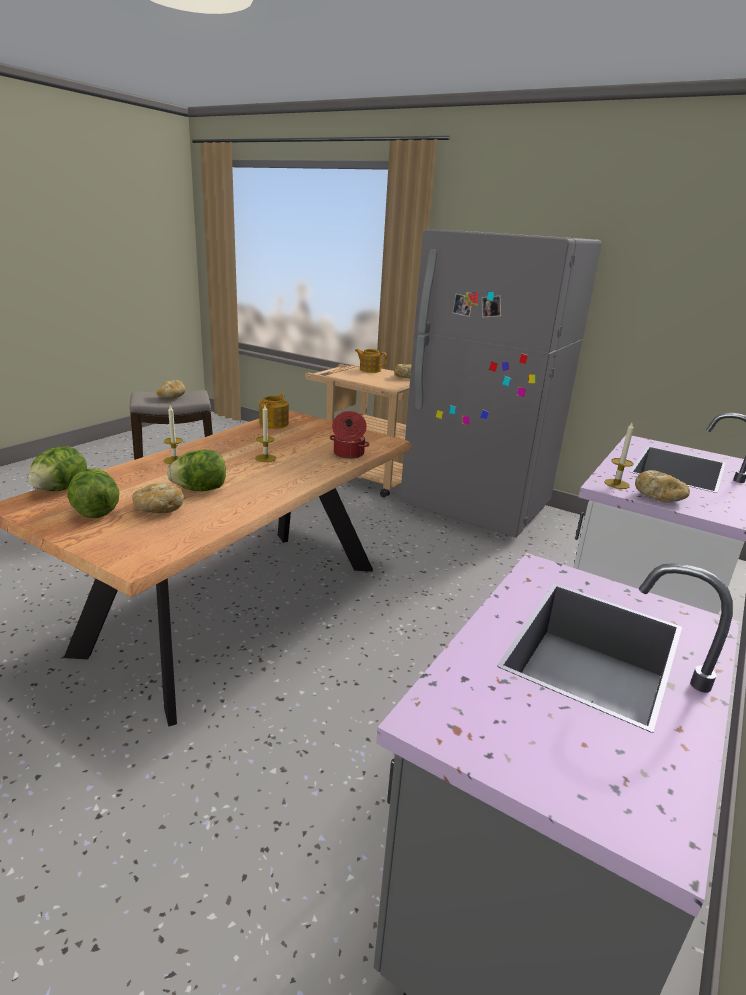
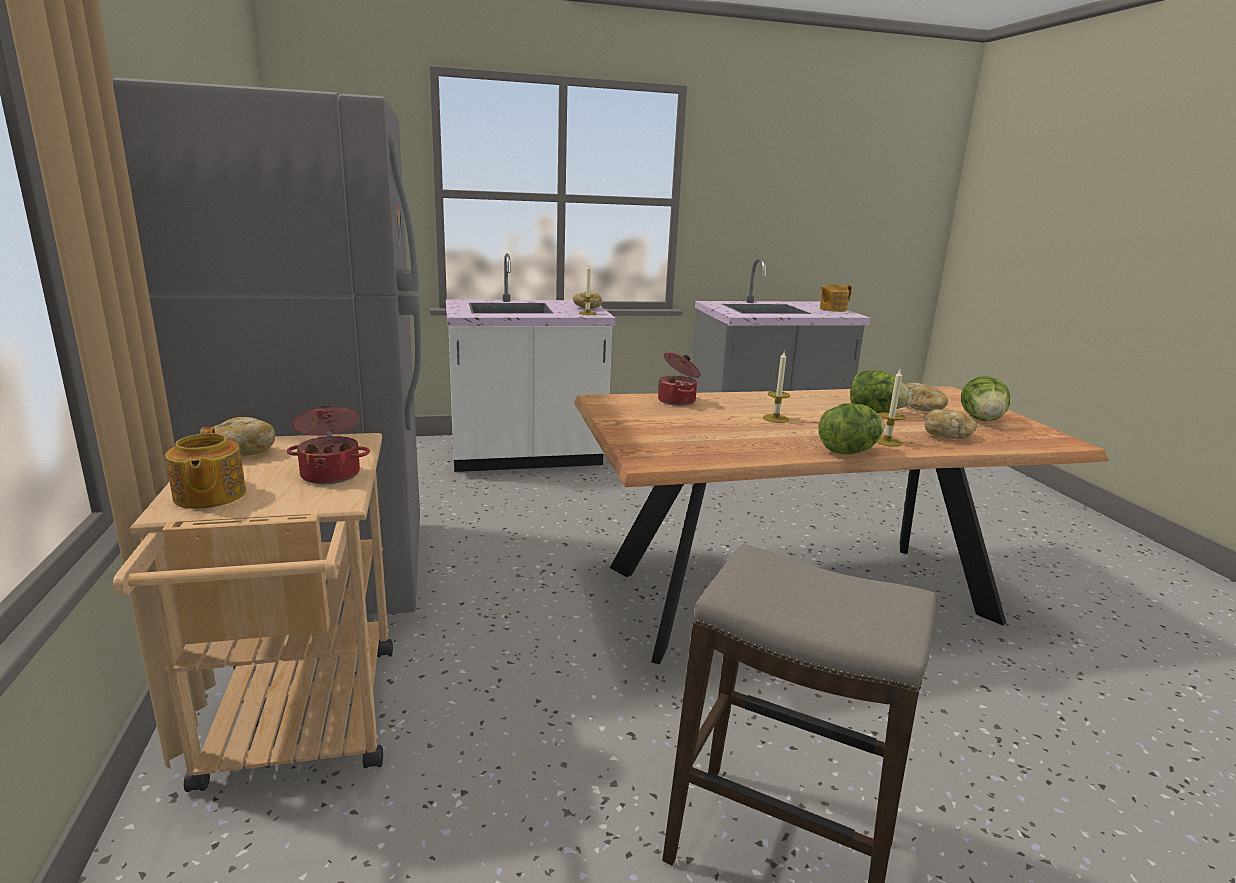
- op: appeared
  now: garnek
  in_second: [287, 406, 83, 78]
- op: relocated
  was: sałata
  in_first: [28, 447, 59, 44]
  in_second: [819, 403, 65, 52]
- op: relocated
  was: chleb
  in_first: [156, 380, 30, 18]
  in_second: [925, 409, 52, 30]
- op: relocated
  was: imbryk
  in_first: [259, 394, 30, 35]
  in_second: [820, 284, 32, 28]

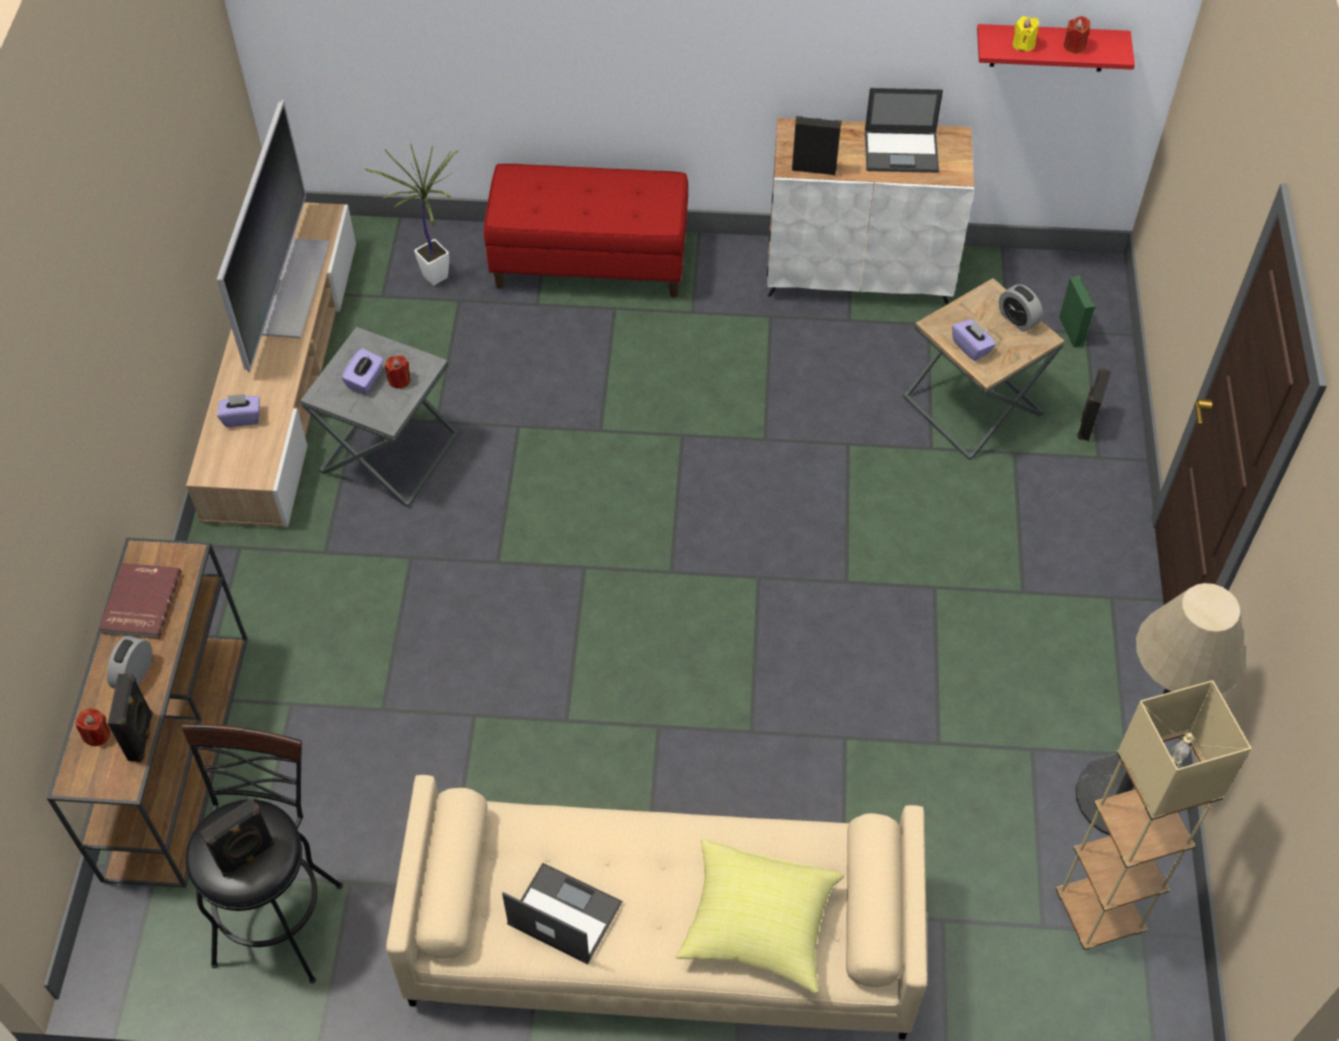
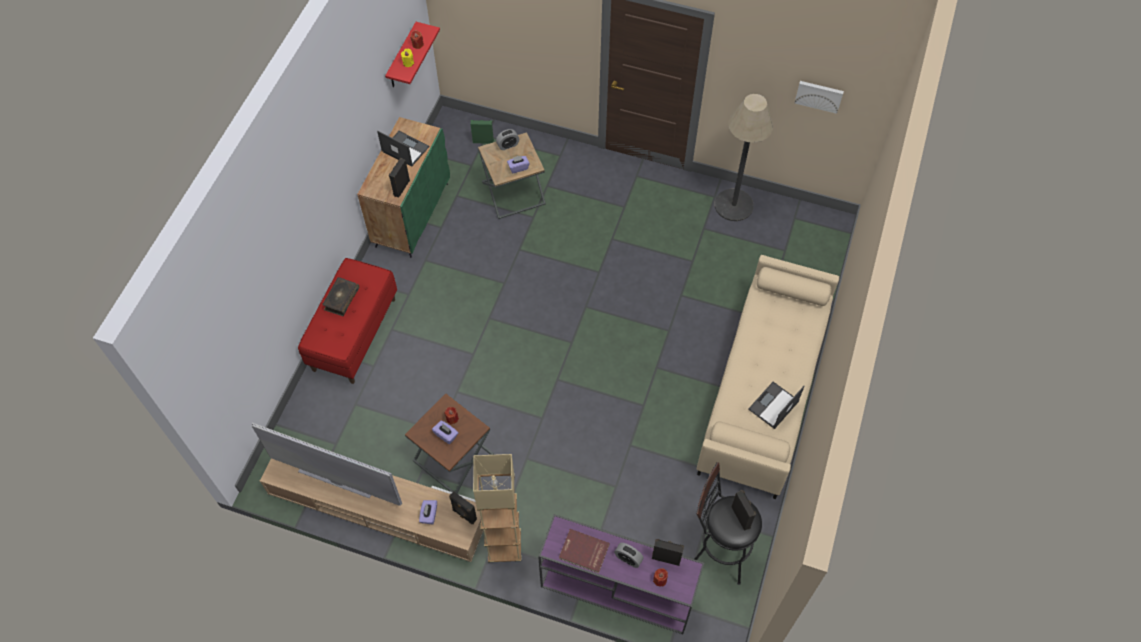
- op: missing
  was: roślina doniczkowa
  in_first: [364, 144, 95, 142]
- op: missing
  was: poduszka/żółty
  in_first: [676, 839, 168, 154]
- op: appeared
  now: książka
  in_second: [322, 277, 37, 39]
- op: appeared
  now: obraz
  in_second: [795, 81, 49, 33]
- op: relocated
  was: lampa stojąca/beżowy
  in_first: [1056, 680, 195, 270]
  in_second: [473, 454, 48, 108]
- op: relocated
  was: głośnik/czarny
  in_first: [1077, 368, 35, 73]
  in_second: [449, 491, 28, 33]
- op: colour
  was: stolik konsolowy/brązowy
  now: stolik konsolowy/fioletowy
  in_first: [47, 538, 201, 350]
  in_second: [538, 514, 166, 120]
- op: colour
  was: stolik/szary
  now: stolik/brązowy
  in_first: [300, 327, 159, 180]
  in_second: [405, 394, 89, 99]
- op: colour
  was: szafka/biały
  now: szafka/zielony
  in_first: [767, 118, 207, 187]
  in_second: [357, 117, 93, 141]
- op: spun
  was: laptop
  in_first: [865, 88, 78, 85]
  in_second: [377, 130, 52, 37]
  clockwise: -75

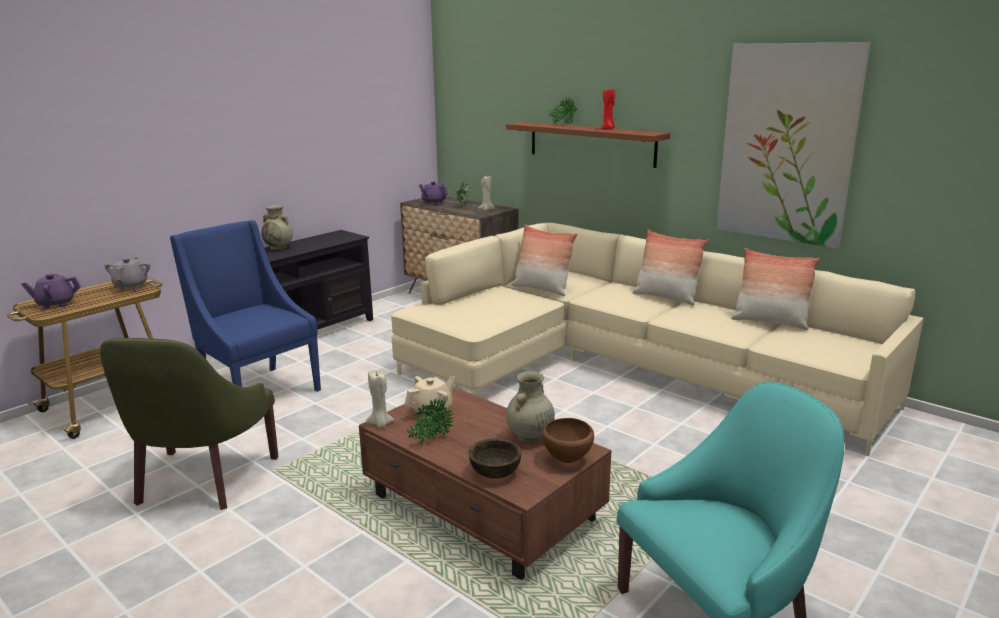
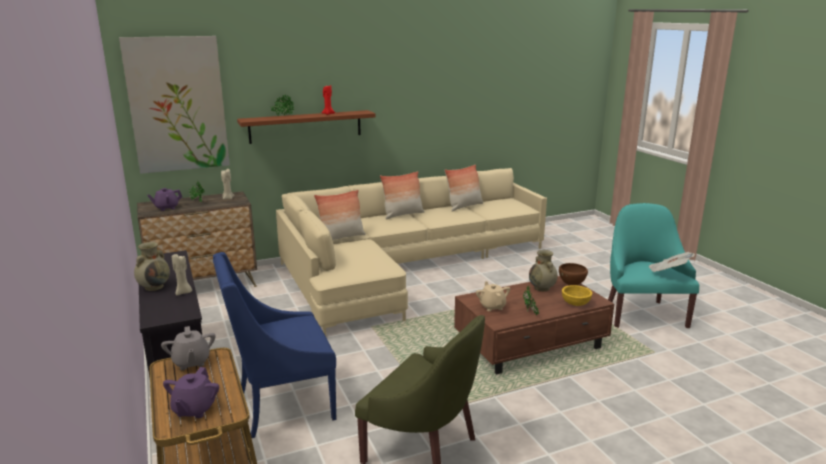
- op: appeared
  now: gazeta
  in_second: [649, 252, 46, 20]
- op: relocated
  was: świeca/beżowy
  in_first: [366, 370, 29, 58]
  in_second: [172, 254, 20, 41]
- op: relocated
  was: obraz
  in_first: [716, 42, 154, 207]
  in_second: [119, 36, 111, 138]
- op: colour
  was: miska/brązowy
  now: miska/żółty
  in_first: [468, 438, 54, 41]
  in_second: [562, 285, 30, 21]
- op: spun
  was: imbryk/szary
  in_first: [105, 257, 45, 33]
  in_second: [161, 326, 54, 44]
  clockwise: -135

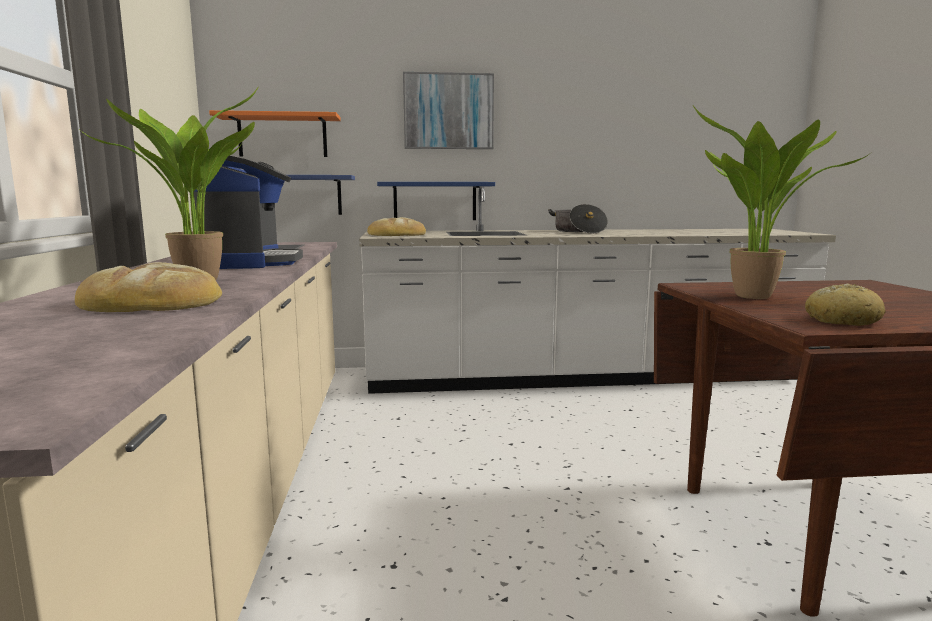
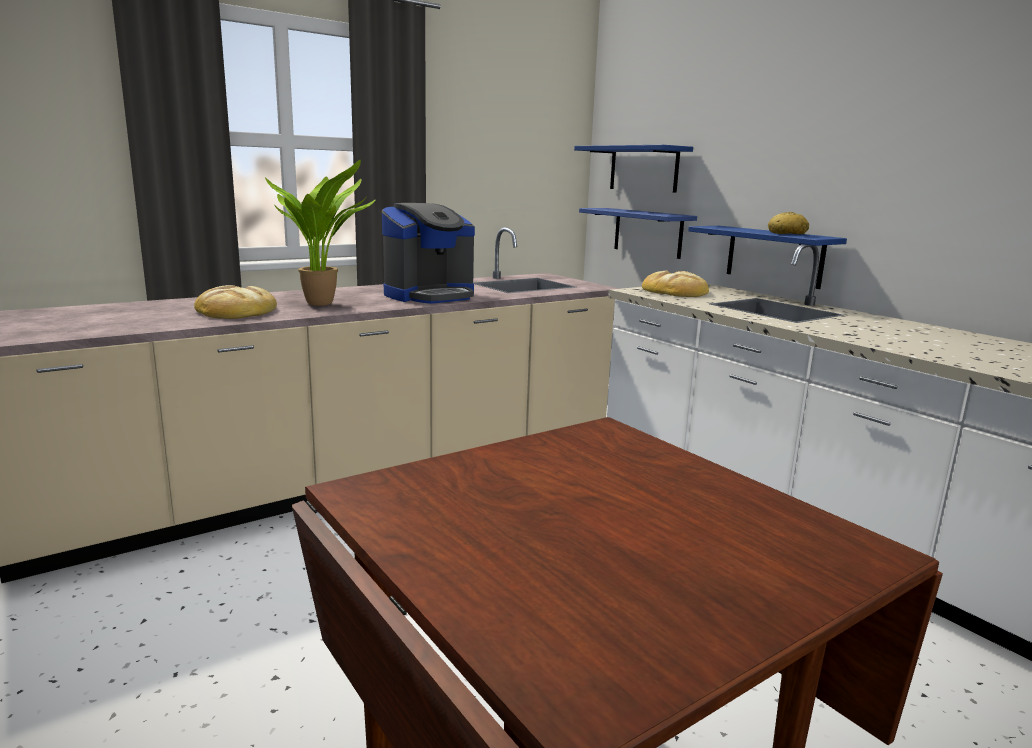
- op: missing
  was: obraz
  in_first: [403, 72, 91, 77]
- op: missing
  was: garnek
  in_first: [548, 204, 60, 29]
- op: missing
  was: roślina doniczkowa
  in_first: [693, 106, 176, 193]
- op: relocated
  was: chleb
  in_first: [805, 283, 81, 43]
  in_second: [768, 212, 41, 22]
- op: colour
  was: półka/pomarańczowy
  now: półka/niebieski
  in_first: [209, 110, 132, 47]
  in_second: [574, 145, 119, 48]

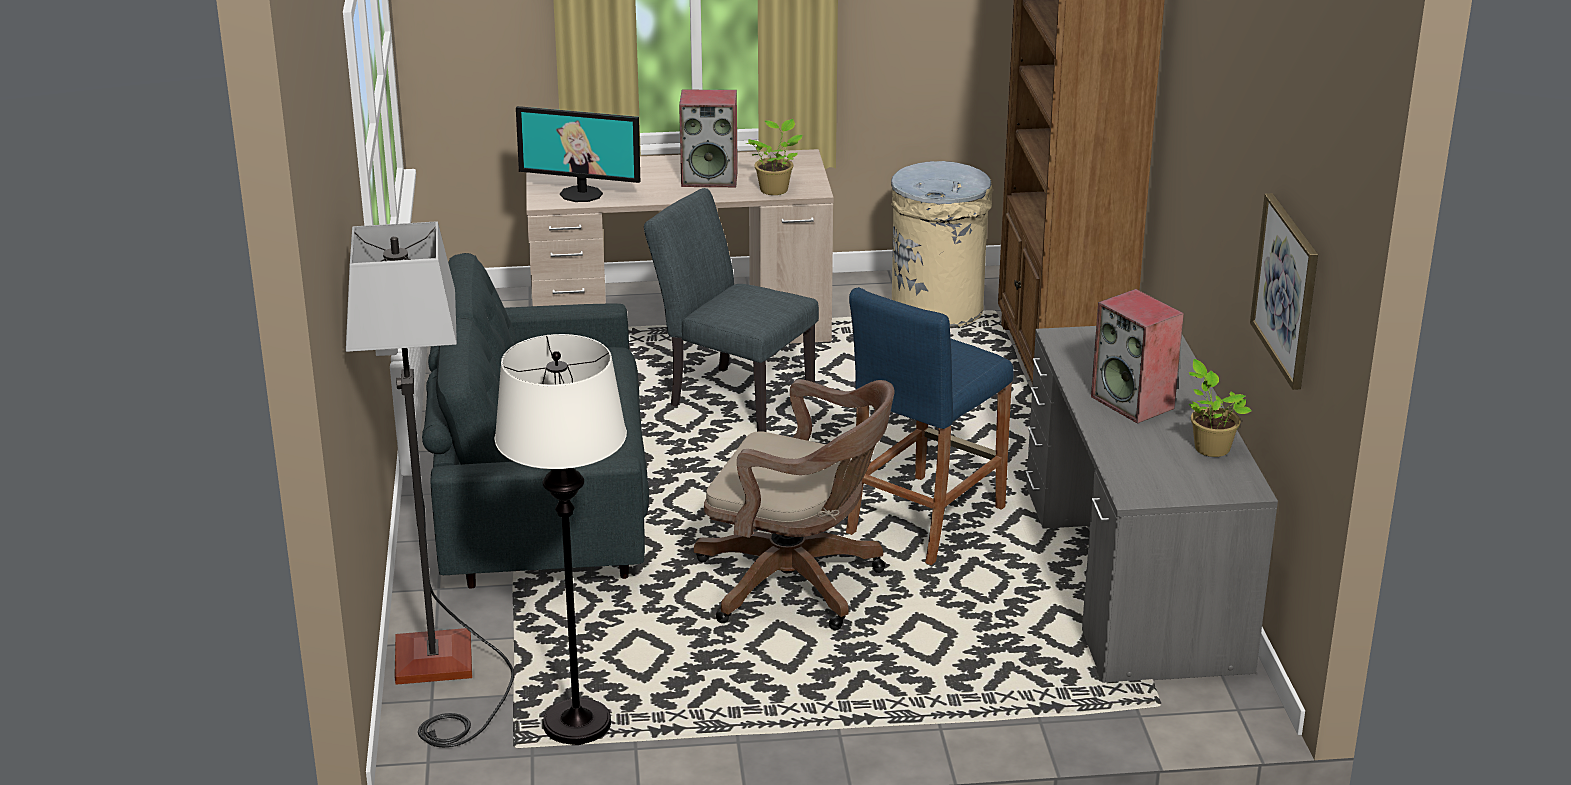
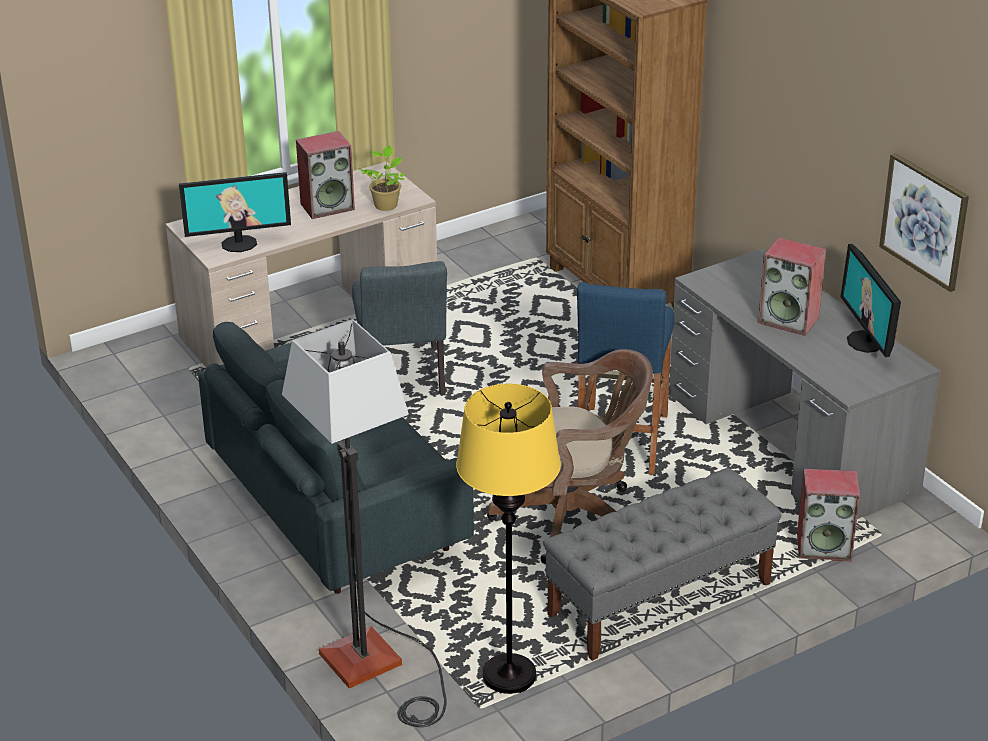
- op: missing
  was: kosz na śmieci/beżowy
  in_first: [891, 161, 102, 167]
- op: appeared
  now: ławka/szary
  in_second: [543, 468, 239, 193]
- op: appeared
  now: głośnik
  in_second: [797, 469, 63, 92]
- op: exchanged
  was: roślina doniczkowa
  now: monitor
  in_first: [1188, 359, 64, 98]
  in_second: [841, 244, 60, 113]
- op: colour
  was: lampa stojąca/biały
  now: lampa stojąca/żółty
  in_first: [494, 334, 133, 411]
  in_second: [456, 384, 105, 310]
- op: spun
  was: krzesło/szary
  in_first: [644, 188, 175, 244]
  in_second: [352, 261, 95, 135]
  clockwise: -105

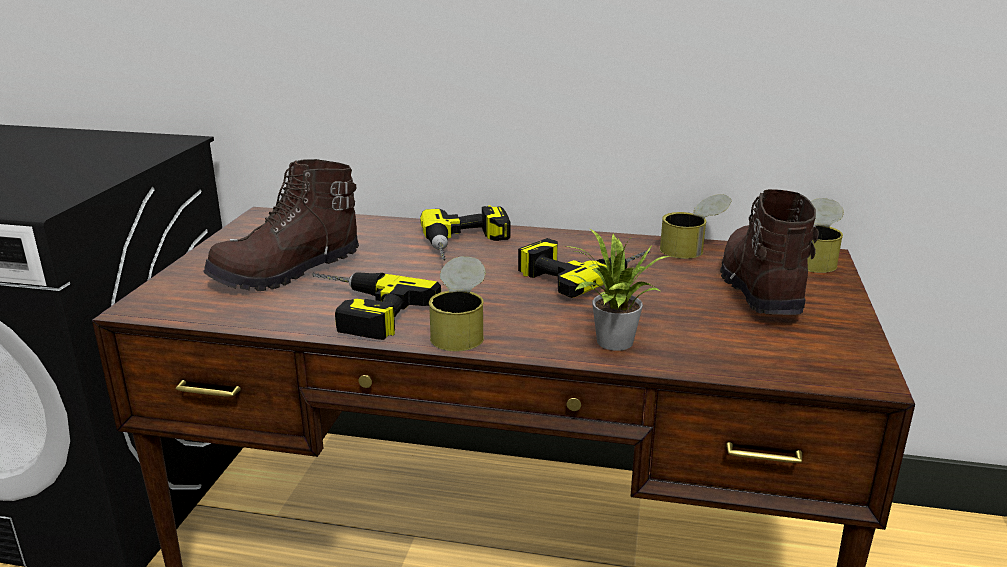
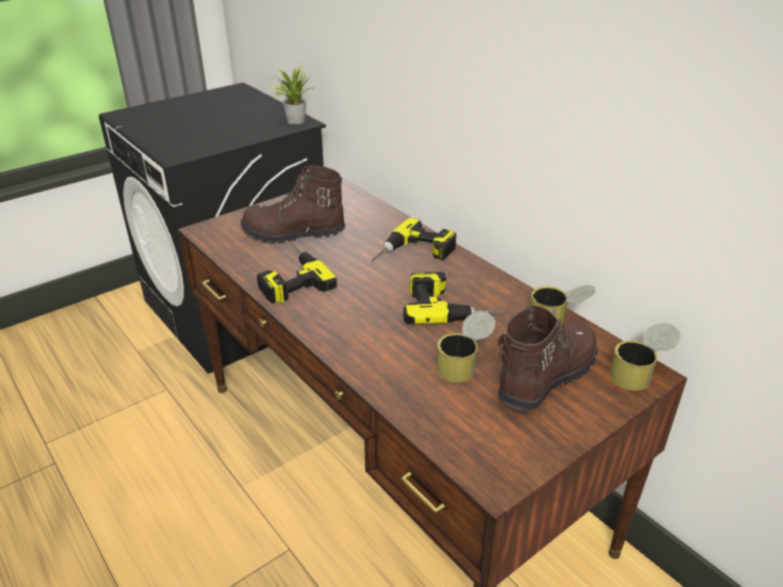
- op: relocated
  was: puszka
  in_first: [429, 256, 57, 95]
  in_second: [436, 311, 60, 71]
- op: relocated
  was: roślina doniczkowa
  in_first: [565, 228, 105, 123]
  in_second: [267, 65, 48, 60]

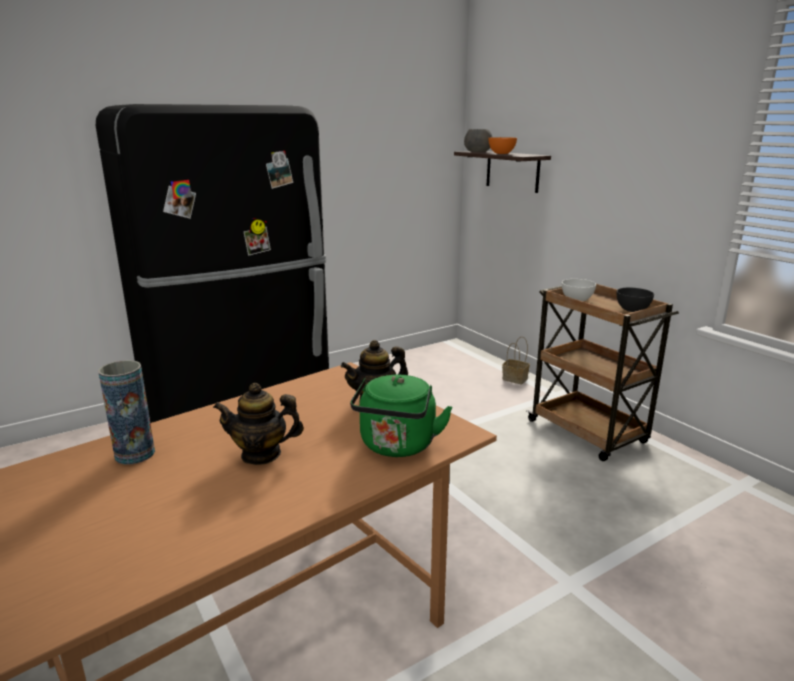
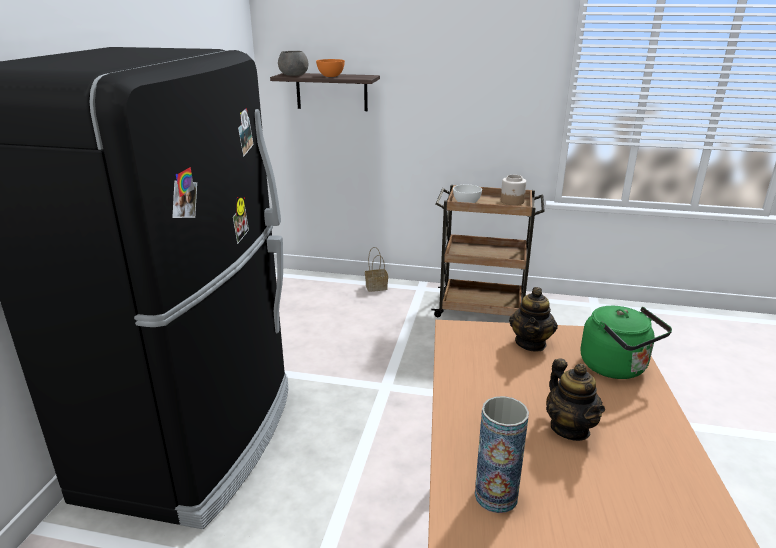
- op: exchanged
  was: miska/szary
  now: słoik
  in_first: [617, 288, 37, 24]
  in_second: [501, 175, 25, 30]
- op: spun
  was: imbryk
  in_first: [213, 383, 91, 82]
  in_second: [546, 358, 59, 83]
  clockwise: -60

